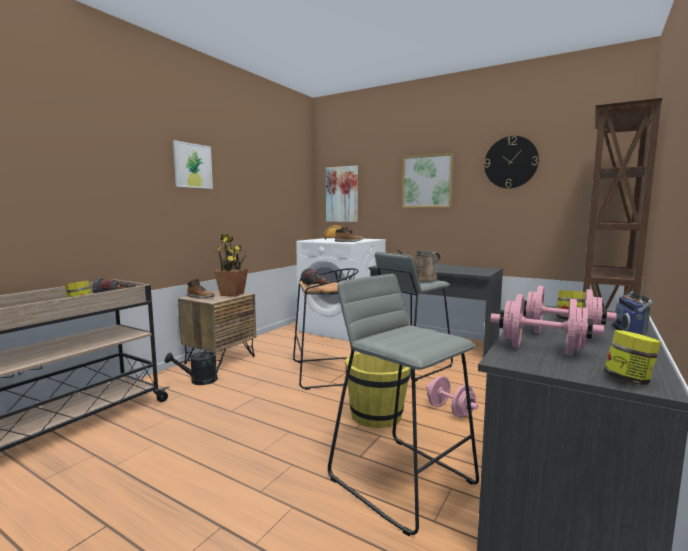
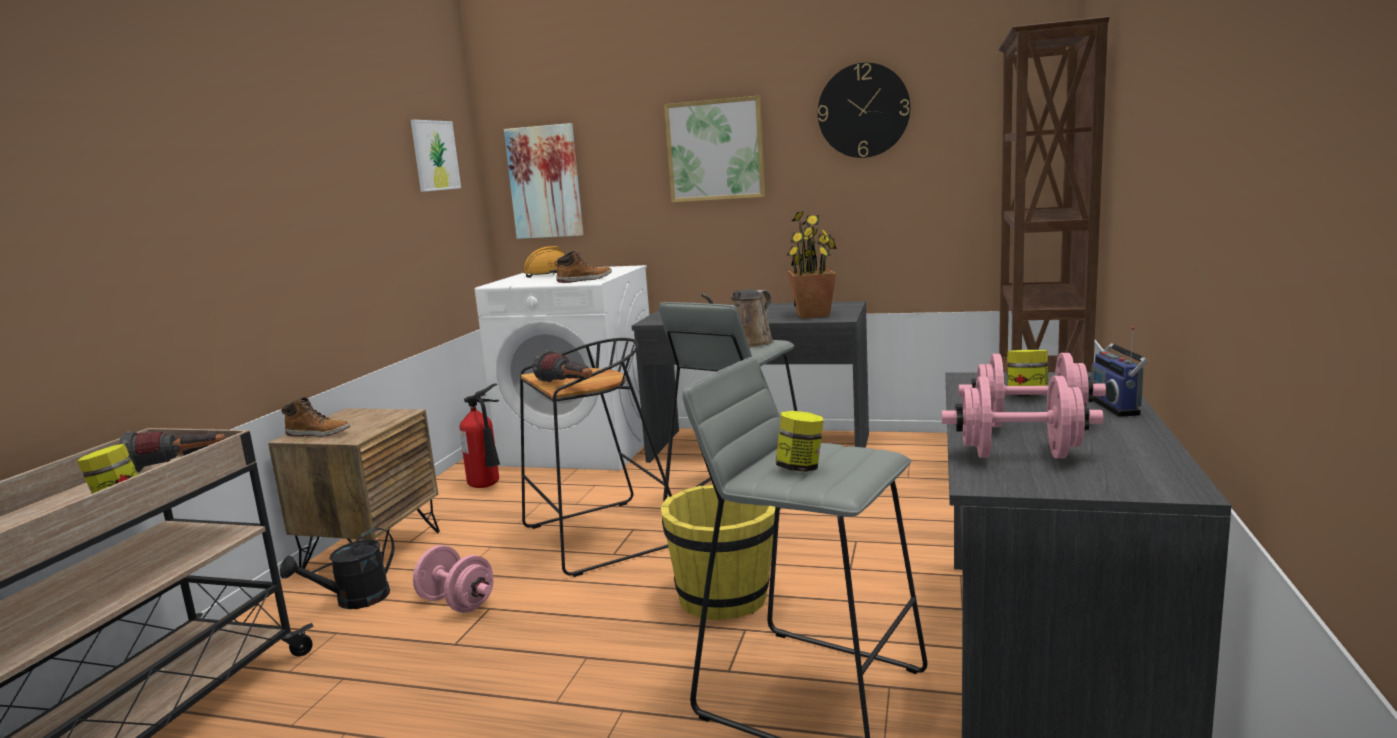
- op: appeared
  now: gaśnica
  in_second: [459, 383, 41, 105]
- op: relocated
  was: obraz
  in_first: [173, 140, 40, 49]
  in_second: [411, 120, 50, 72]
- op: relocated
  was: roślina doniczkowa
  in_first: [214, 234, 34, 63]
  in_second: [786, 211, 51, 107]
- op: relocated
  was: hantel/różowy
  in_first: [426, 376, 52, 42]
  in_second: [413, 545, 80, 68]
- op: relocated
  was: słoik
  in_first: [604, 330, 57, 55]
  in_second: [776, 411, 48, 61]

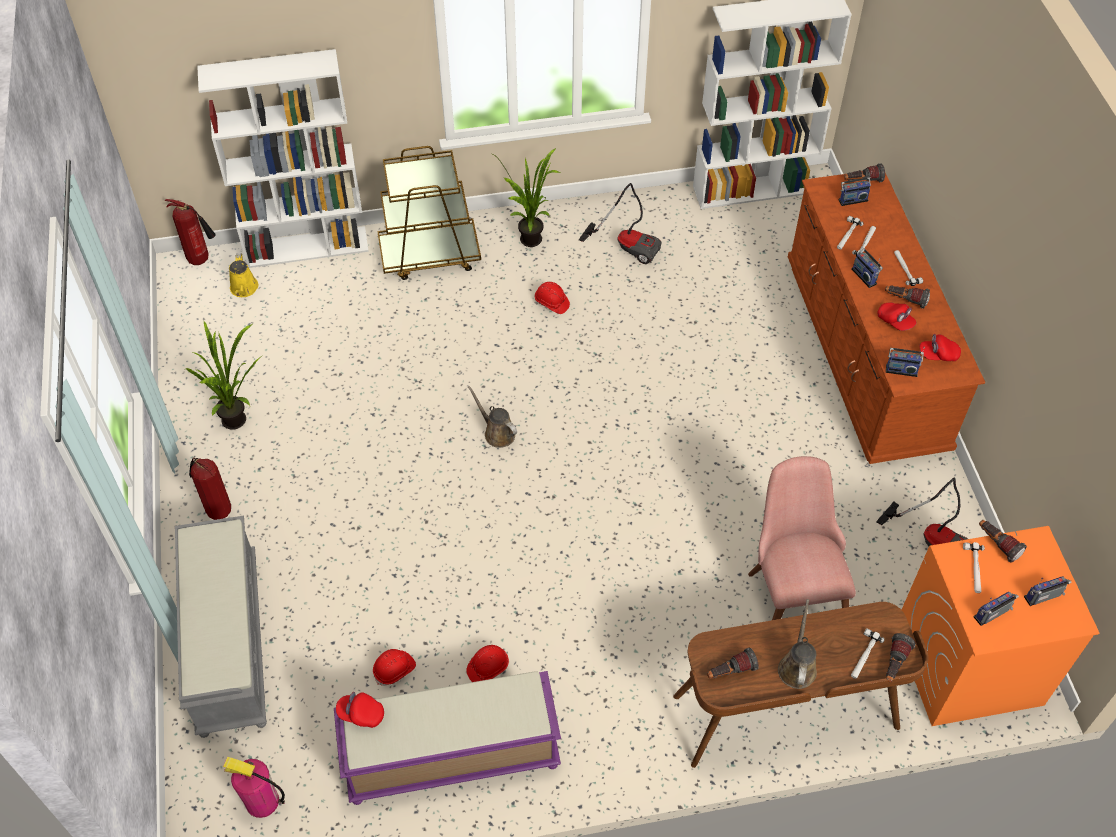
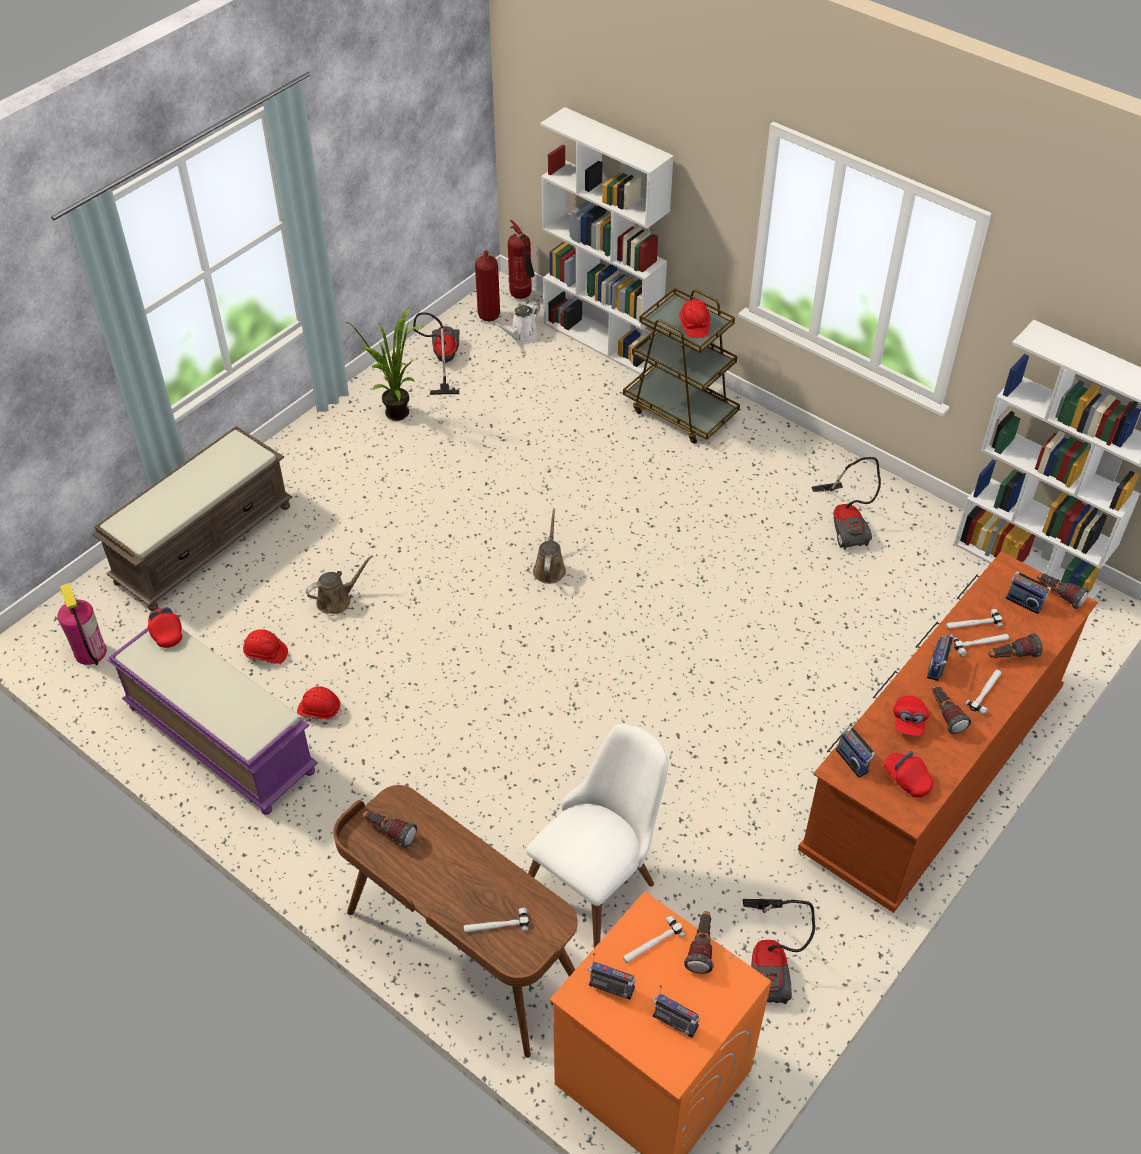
- op: missing
  was: roślina doniczkowa
  in_first: [493, 148, 67, 99]
- op: appeared
  now: odkurzacz
  in_second: [413, 312, 47, 83]
- op: relocated
  was: gaśnica
  in_first: [189, 458, 42, 62]
  in_second: [475, 250, 25, 71]
- op: relocated
  was: kask/czerwony
  in_first: [535, 282, 35, 32]
  in_second: [679, 299, 31, 39]
- op: relocated
  was: konewka/brązowy
  in_first: [778, 599, 39, 90]
  in_second: [306, 555, 67, 59]
- op: relocated
  was: latarka
  in_first: [886, 633, 29, 50]
  in_second: [988, 633, 54, 25]
- op: colour
  was: ławka/szary
  now: ławka/brązowy
  in_first: [175, 516, 92, 222]
  in_second: [92, 426, 200, 185]
- op: colour
  was: konewka/żółty
  now: konewka/biały
  in_first: [229, 253, 29, 44]
  in_second: [493, 302, 47, 41]
- op: colour
  was: krzesło/różowy
  now: krzesło/biały
  in_first: [748, 456, 108, 164]
  in_second: [526, 723, 142, 225]

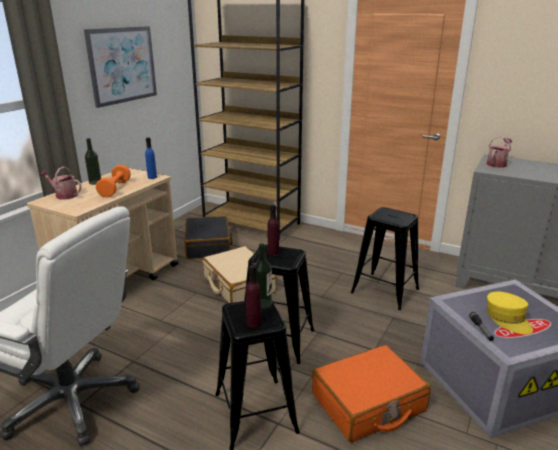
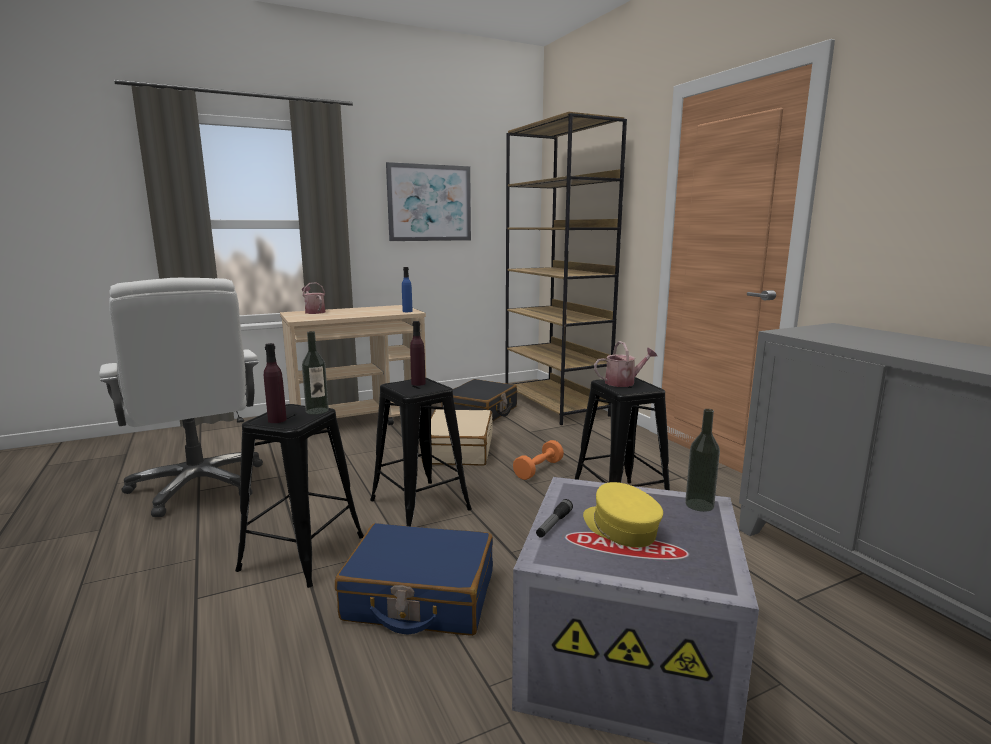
- op: relocated
  was: butelka
  in_first: [85, 138, 16, 47]
  in_second: [685, 409, 35, 103]
- op: relocated
  was: hantel/pomarańczowy
  in_first: [96, 165, 35, 32]
  in_second: [513, 440, 51, 40]
- op: relocated
  was: konewka
  in_first: [486, 136, 26, 32]
  in_second: [594, 341, 63, 46]
- op: colour
  was: walizka/pomarańczowy
  now: walizka/niebieski
  in_first: [312, 345, 119, 97]
  in_second: [335, 523, 158, 113]
- op: spun
  was: czapka z daszkiem/żółty
  in_first: [487, 291, 46, 43]
  in_second: [583, 482, 80, 66]
  clockwise: 135

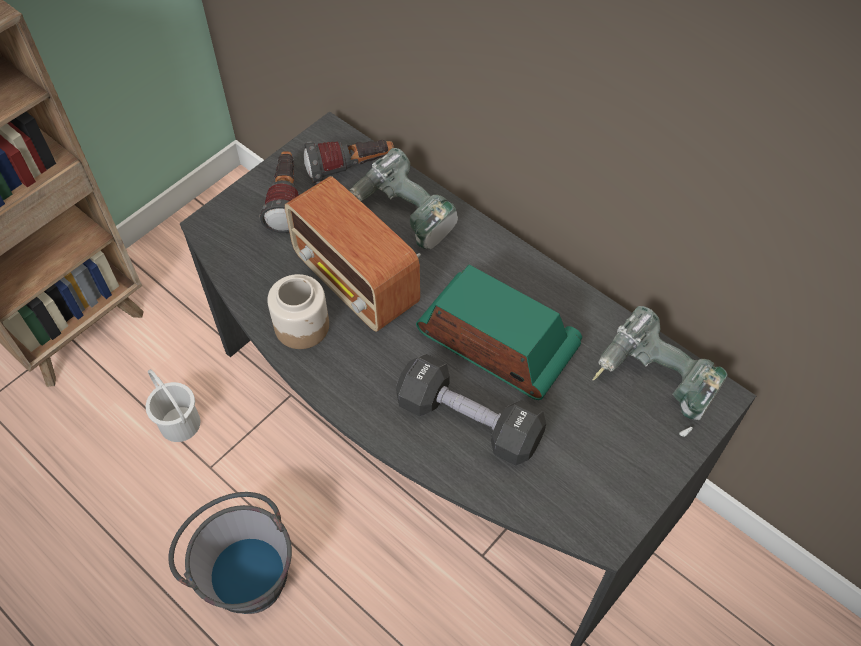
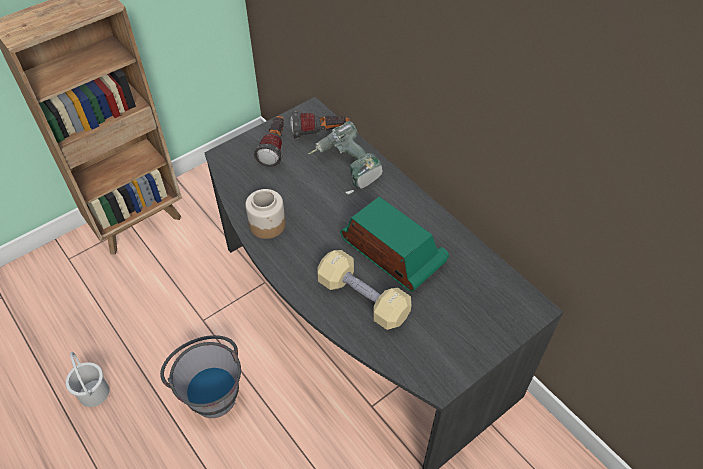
- op: missing
  was: radio
  in_first: [285, 176, 135, 155]
- op: missing
  was: wiertarka
  in_first: [592, 306, 136, 131]
- op: relocated
  was: wiadro/biały
  in_first: [146, 369, 54, 73]
  in_second: [66, 352, 43, 55]
- op: colour
  was: hantel/czarny
  now: hantel/beżowy
  in_first: [396, 354, 150, 111]
  in_second: [317, 250, 94, 80]

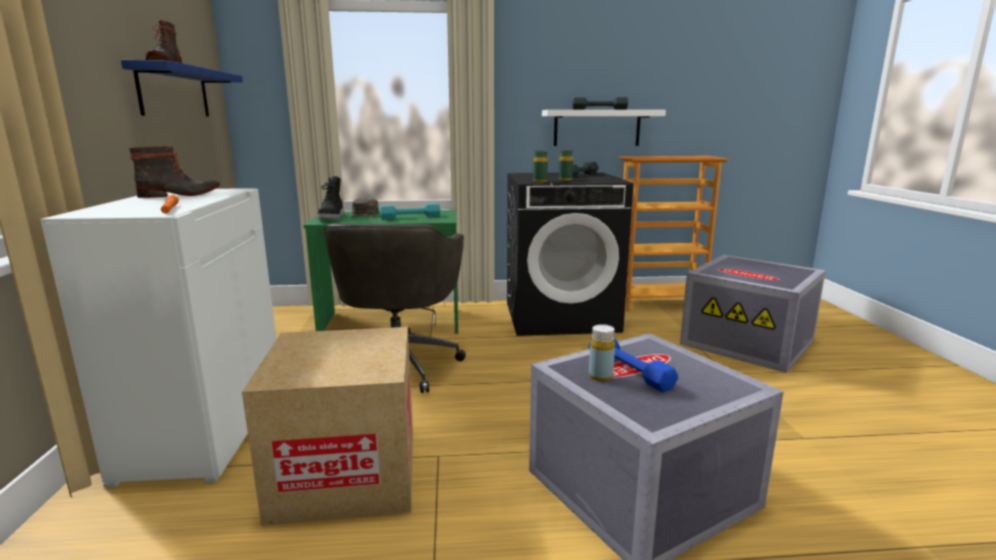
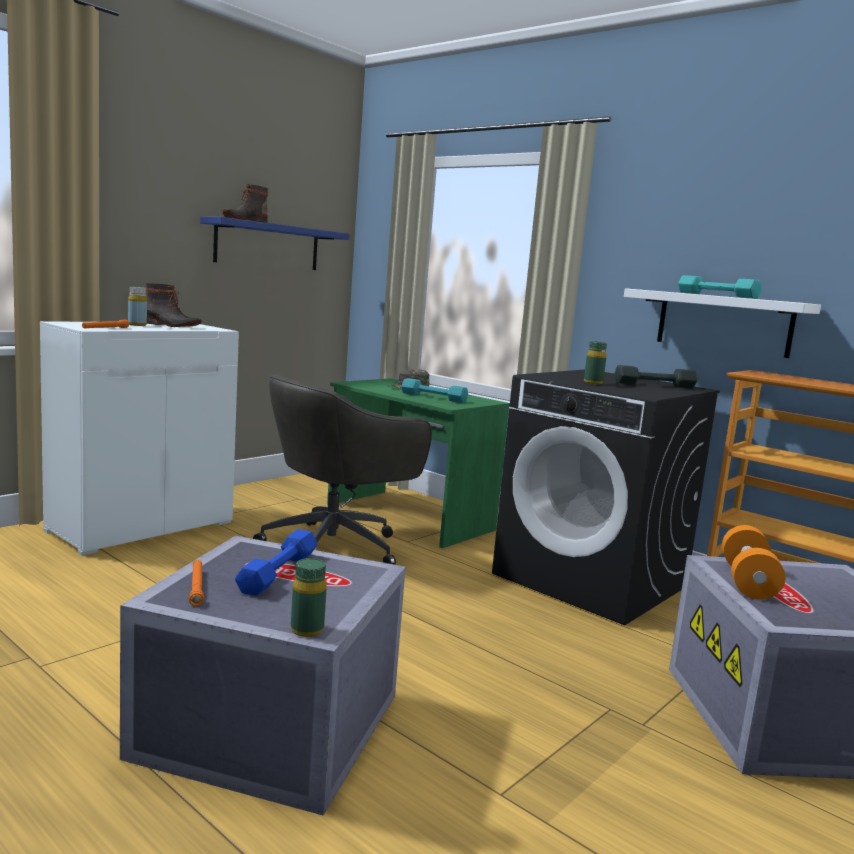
- op: missing
  was: karton
  in_first: [242, 327, 171, 199]
- op: missing
  was: but z cholewką/czarny
  in_first: [318, 176, 26, 44]
- op: appeared
  now: latarka/pomarańczowy
  in_second: [189, 560, 15, 46]
- op: appeared
  now: hantel/pomarańczowy
  in_second: [722, 525, 64, 75]
- op: relocated
  was: butelka/zielony
  in_first: [533, 151, 15, 31]
  in_second: [291, 558, 36, 79]
- op: relocated
  was: butelka/żółty
  in_first: [589, 324, 26, 57]
  in_second: [128, 287, 19, 39]
- op: colour
  was: hantel/szary
  now: hantel/turkusowy
  in_first: [572, 97, 56, 13]
  in_second: [678, 275, 84, 24]

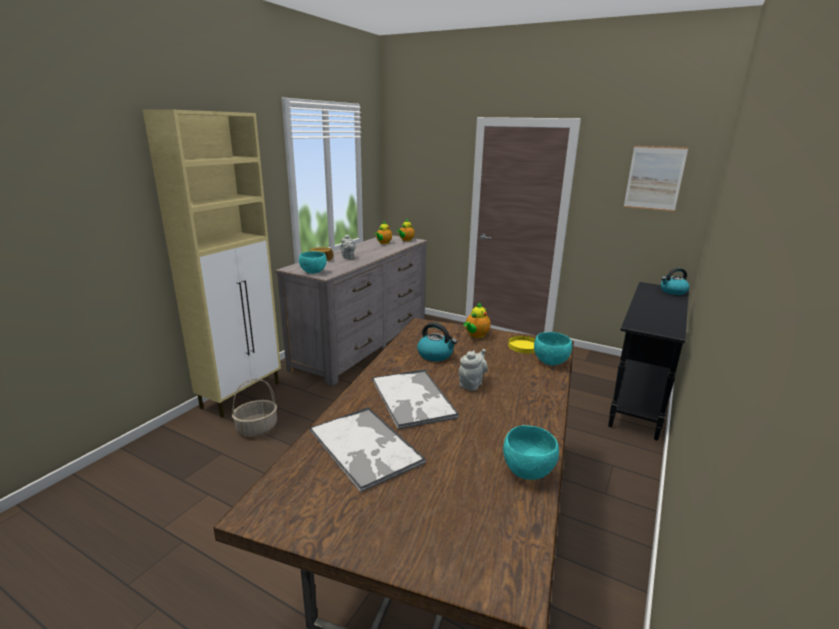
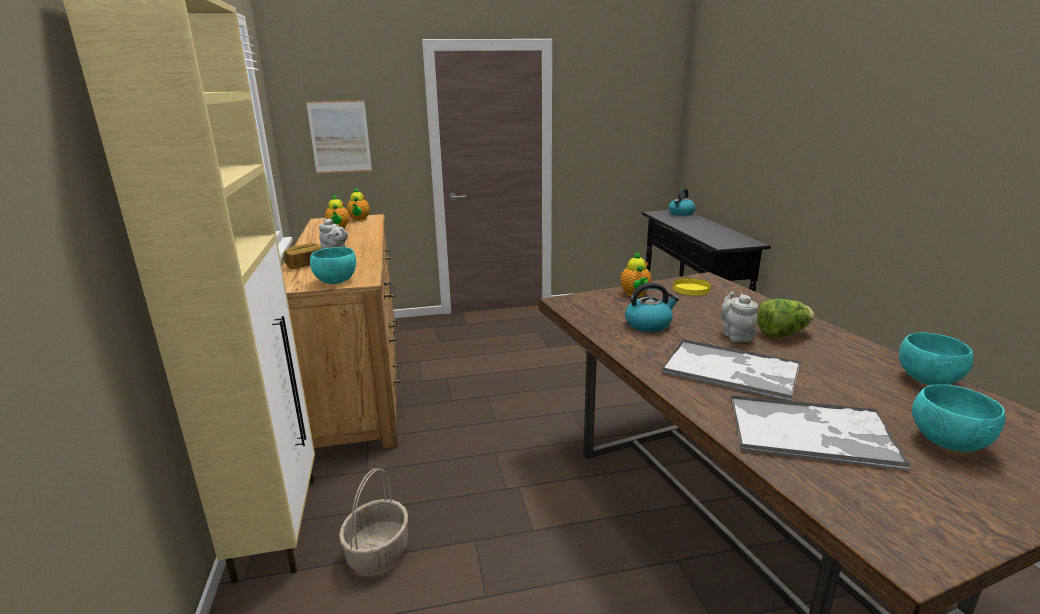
- op: appeared
  now: sałata
  in_second: [757, 299, 57, 39]
- op: relocated
  was: miska/turkusowy
  in_first: [534, 332, 38, 33]
  in_second: [912, 384, 94, 68]
- op: relocated
  was: obraz
  in_first: [624, 146, 64, 65]
  in_second: [306, 100, 66, 74]
- op: colour
  was: komoda/szary
  now: komoda/brązowy
  in_first: [275, 235, 153, 151]
  in_second: [282, 214, 119, 235]

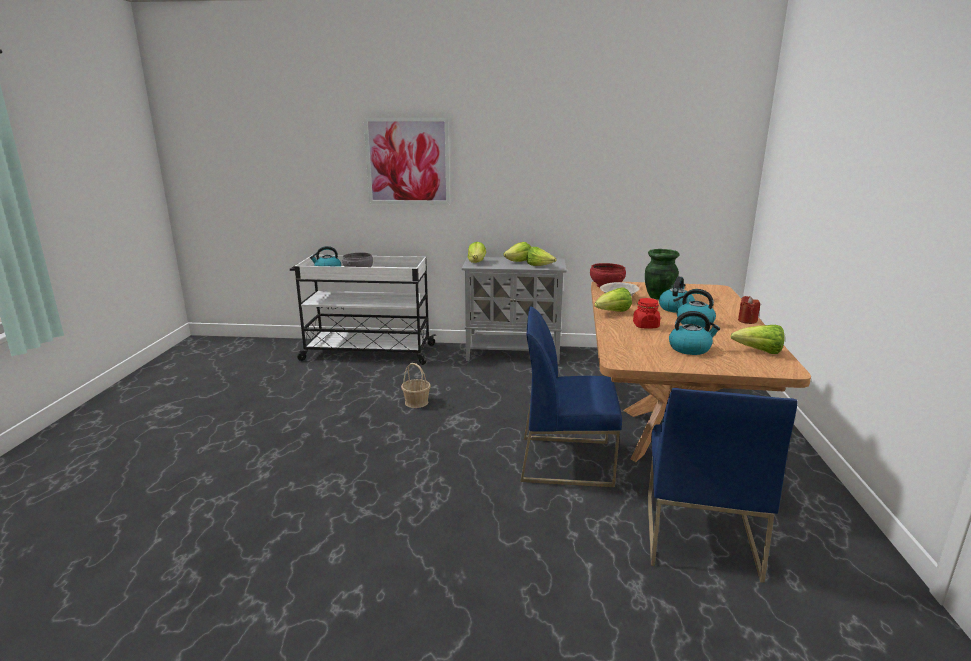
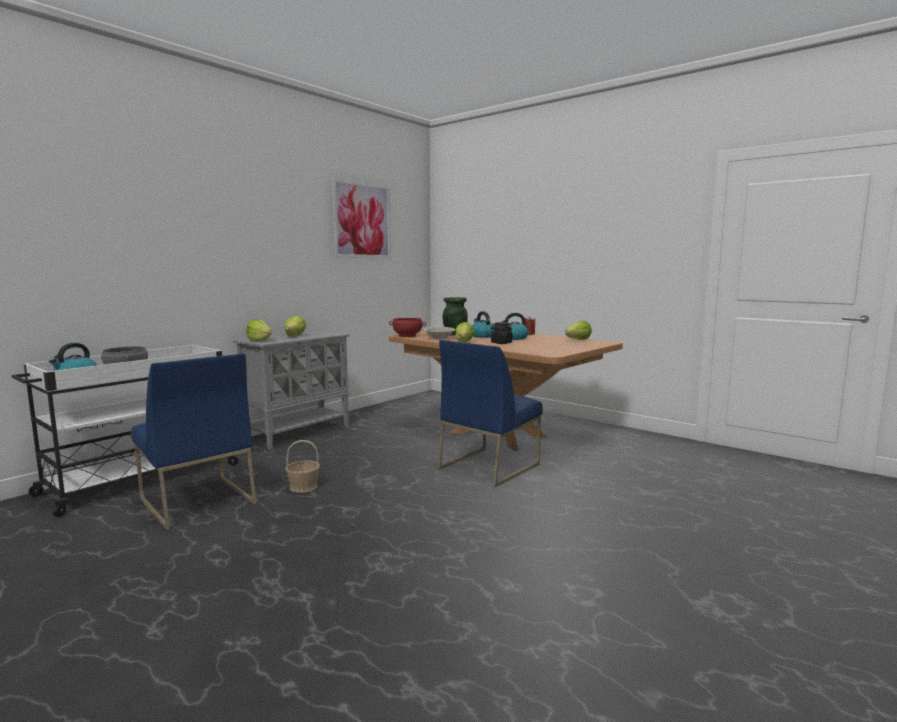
- op: missing
  was: sałata
  in_first: [527, 247, 30, 19]
- op: missing
  was: czajnik
  in_first: [669, 311, 51, 44]
- op: relocated
  was: obraz
  in_first: [364, 118, 86, 87]
  in_second: [332, 178, 59, 80]
- op: relocated
  was: krzesło/niebieski
  in_first: [648, 388, 149, 195]
  in_second: [131, 354, 126, 177]
- op: colour
  was: słoik/czerwony
  now: słoik/czarny
  in_first: [633, 298, 27, 31]
  in_second: [491, 322, 22, 22]

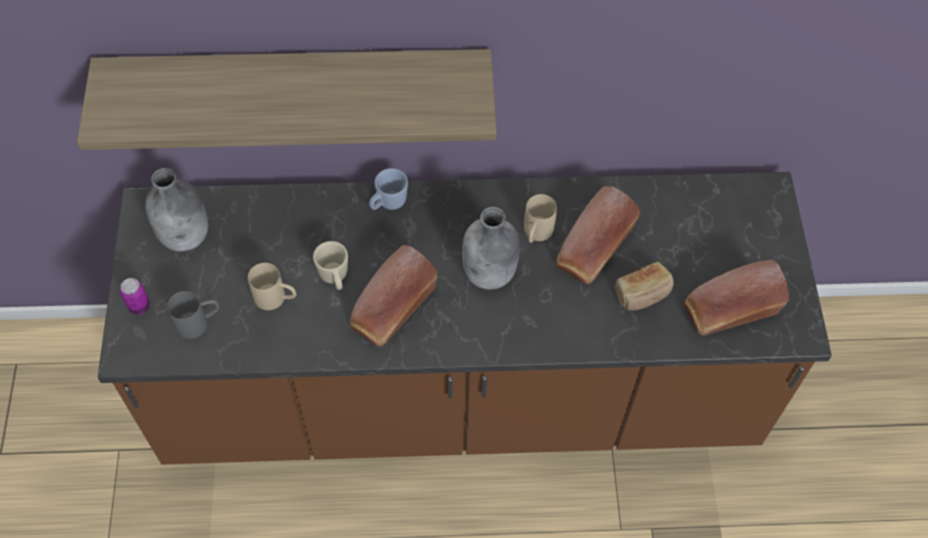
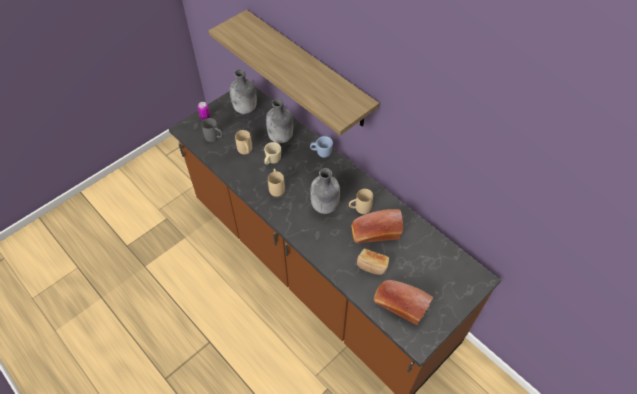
- op: appeared
  now: butelka/szary
  in_second: [266, 98, 27, 46]
- op: exchanged
  was: chleb
  now: kubek/beżowy
  in_first: [350, 245, 88, 102]
  in_second: [268, 168, 17, 29]

